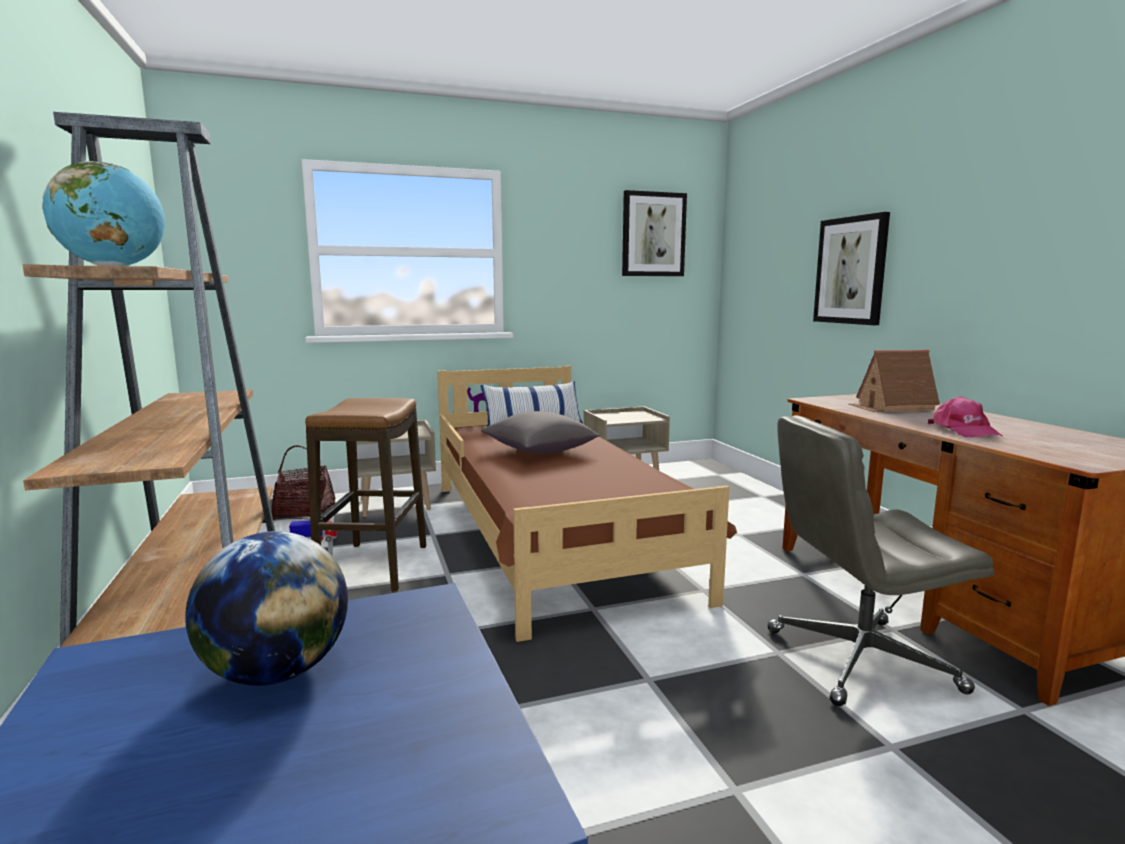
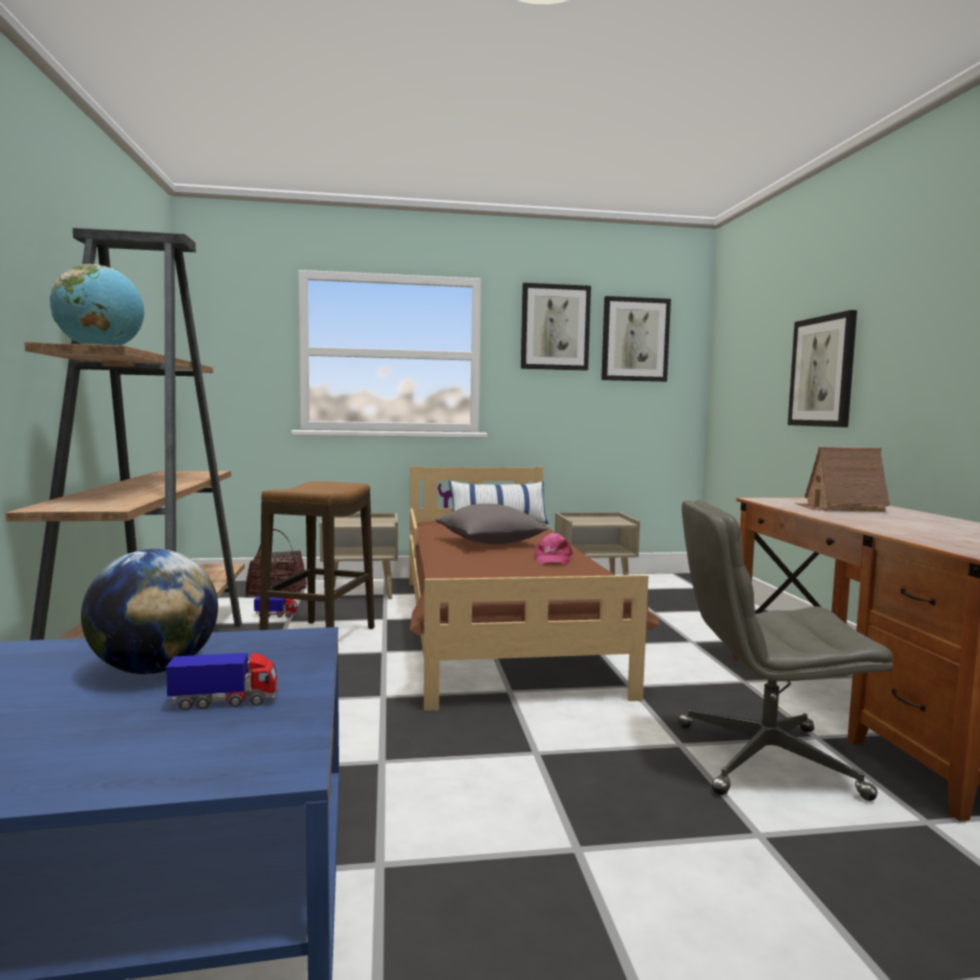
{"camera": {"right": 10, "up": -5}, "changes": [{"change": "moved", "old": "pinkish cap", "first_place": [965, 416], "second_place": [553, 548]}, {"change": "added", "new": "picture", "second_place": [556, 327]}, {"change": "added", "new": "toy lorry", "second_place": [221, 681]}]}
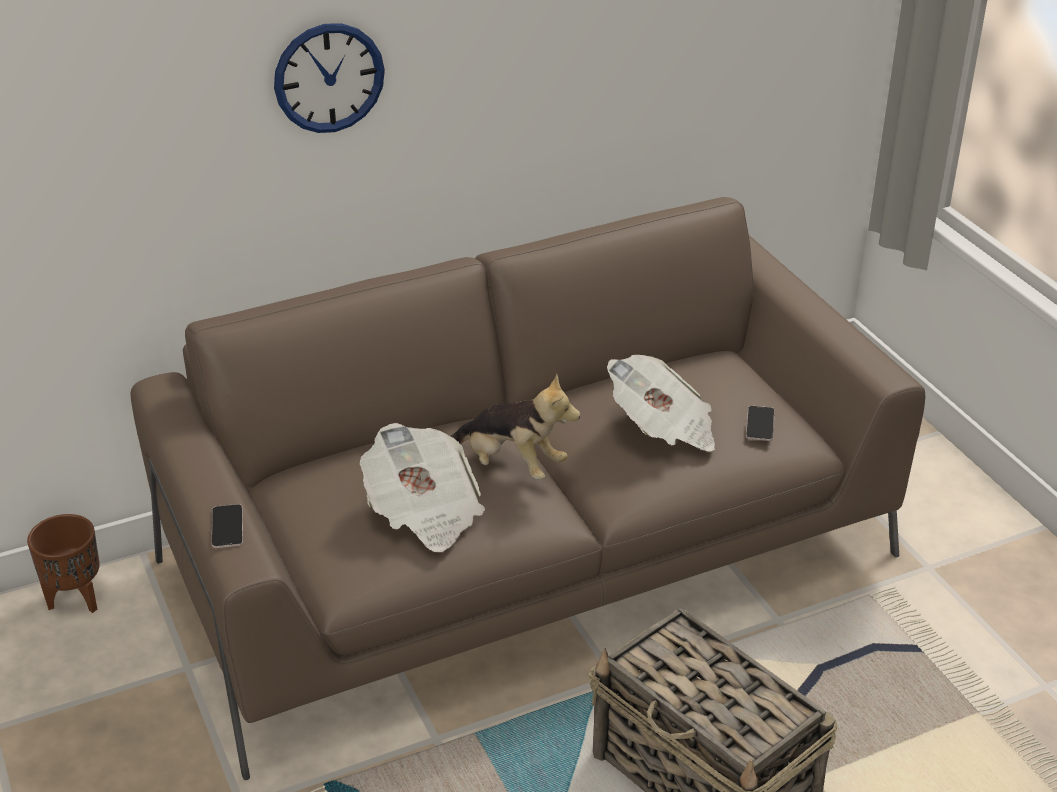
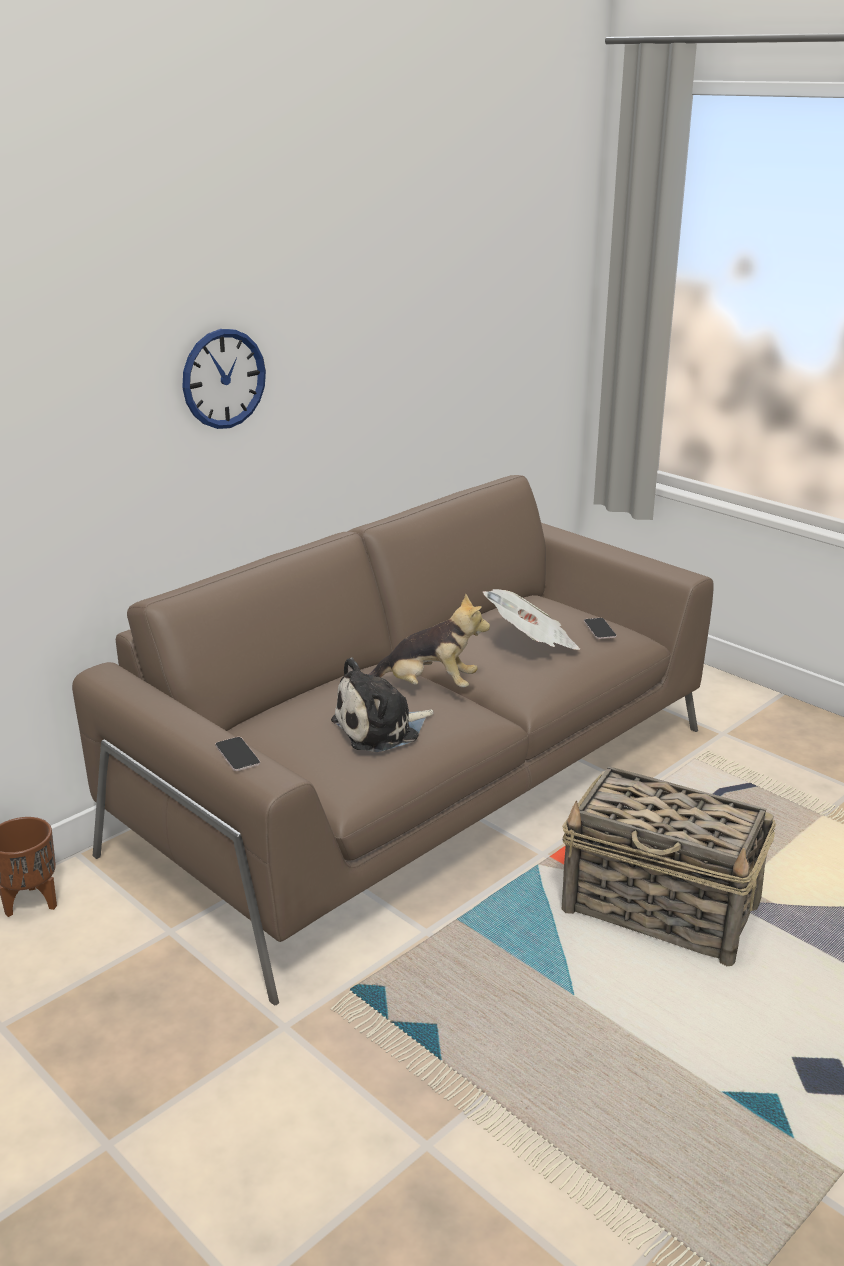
{"camera": {"right": -20, "up": -10}, "changes": [{"change": "replaced", "old": "daily paper", "new": "cuddly toy", "first_place": [422, 487], "second_place": [382, 704]}]}
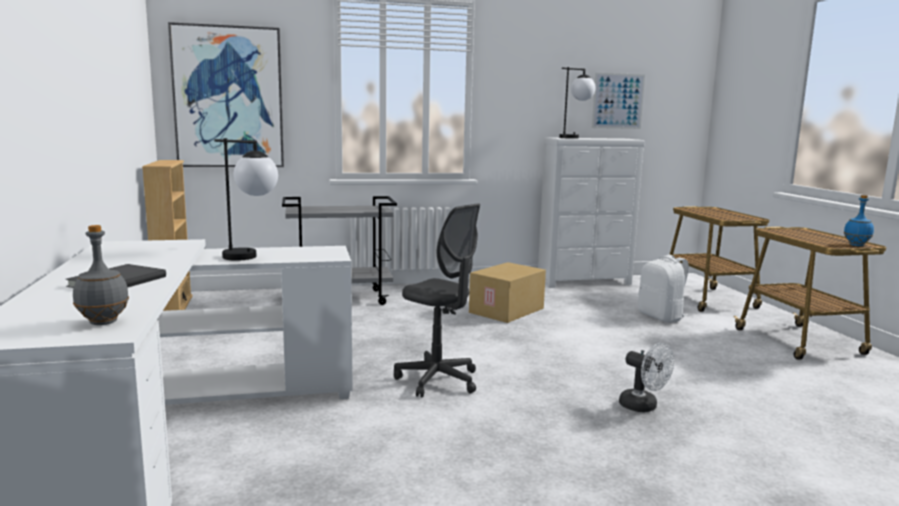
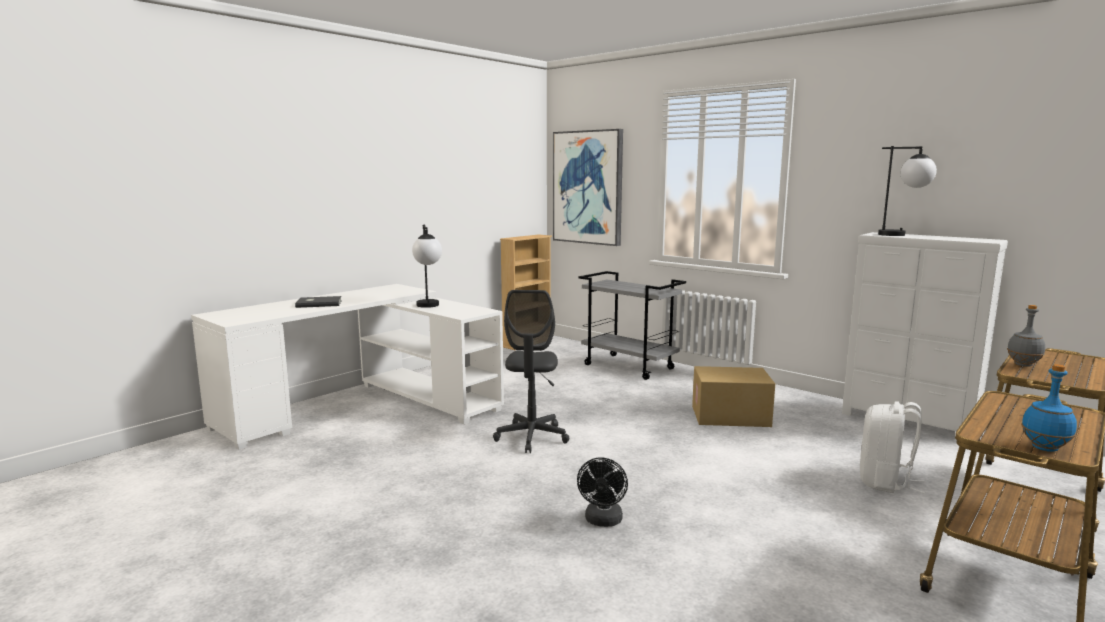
{"camera": {"right": 55, "up": 0}, "changes": [{"change": "removed", "old": "picture", "first_place": [618, 101]}, {"change": "moved", "old": "gray beverage bottle", "first_place": [101, 275], "second_place": [1026, 336]}, {"change": "recoloured", "old": "whitish cooling fan", "new": "blackish cooling fan", "first_place": [646, 377], "second_place": [602, 492]}]}
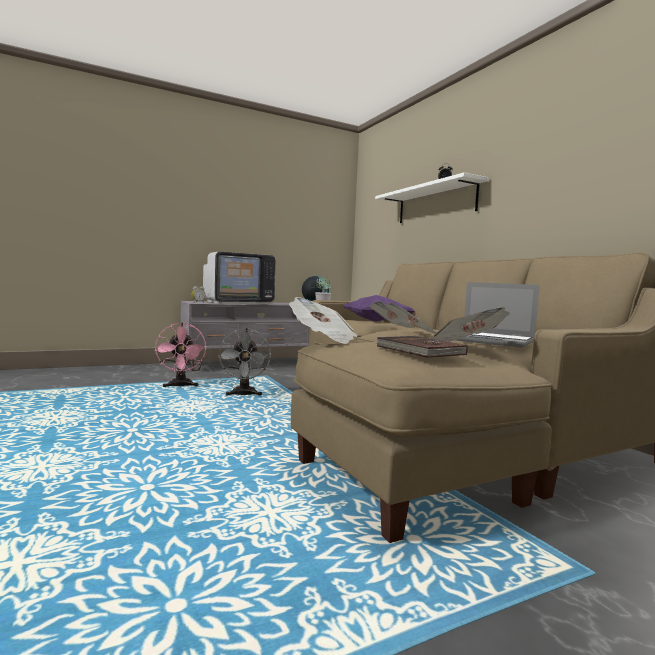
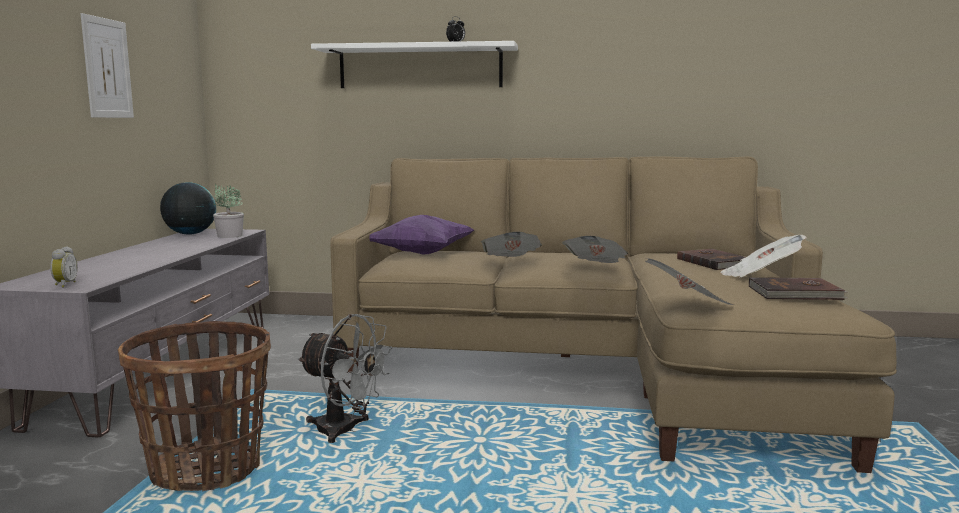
{"camera": {"right": -55, "up": 5}, "changes": [{"change": "removed", "old": "television", "first_place": [239, 278]}, {"change": "replaced", "old": "laptop", "new": "brownish bound book", "first_place": [497, 315], "second_place": [711, 259]}, {"change": "replaced", "old": "pinkish cooling fan", "new": "household basket", "first_place": [180, 355], "second_place": [194, 406]}, {"change": "added", "new": "picture", "second_place": [107, 65]}]}
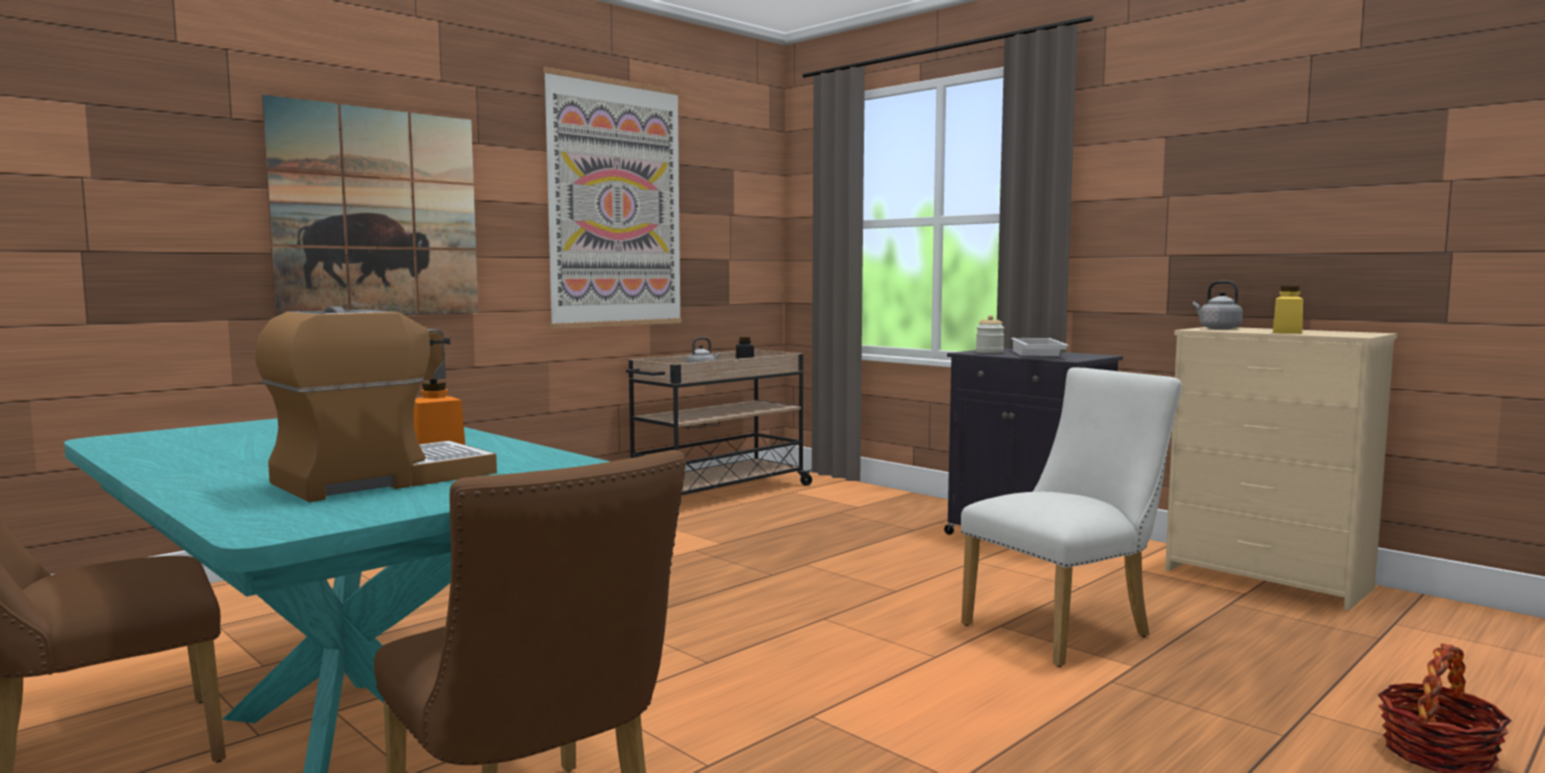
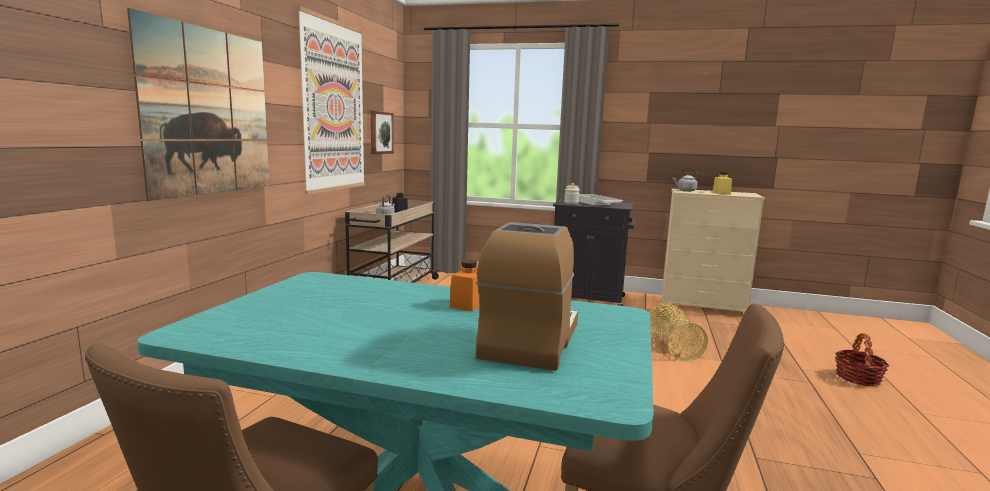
{"camera": {"right": -30, "up": 5}, "changes": [{"change": "replaced", "old": "whitish plain chair", "new": "household basket", "first_place": [1071, 517], "second_place": [678, 332]}, {"change": "added", "new": "picture", "second_place": [382, 132]}]}
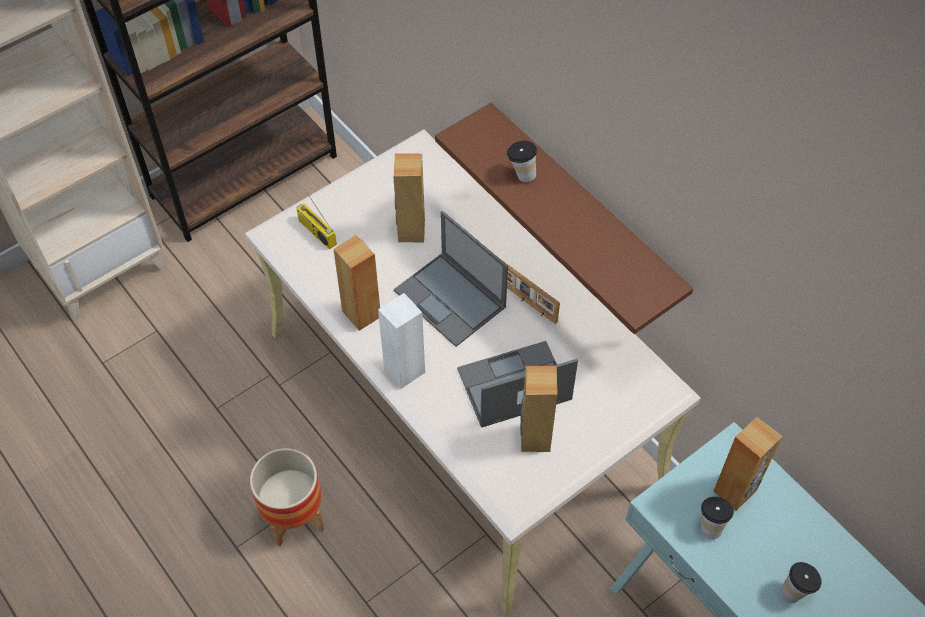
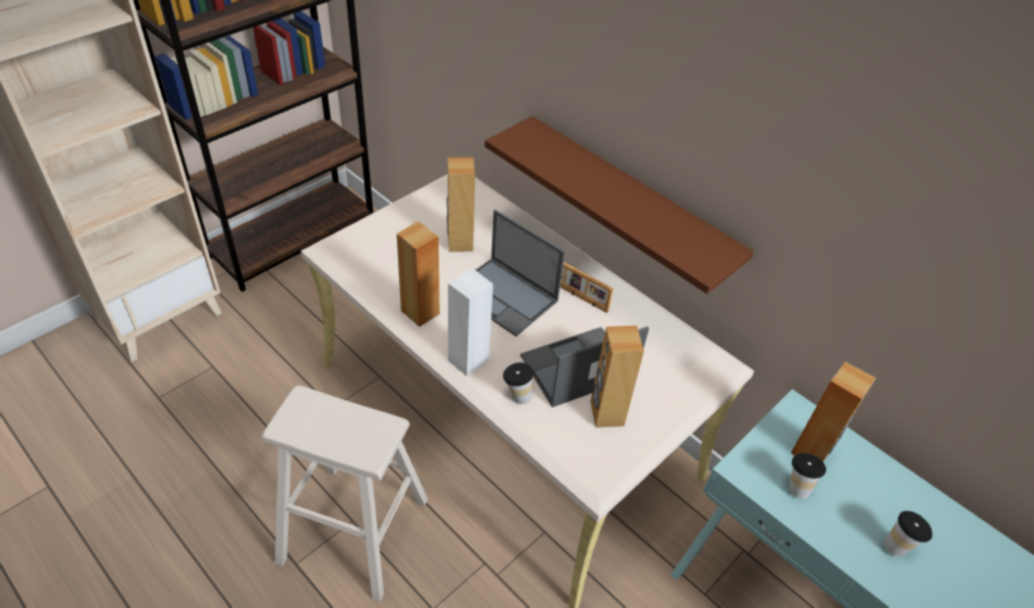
{"camera": {"right": -10, "up": -10}, "changes": [{"change": "moved", "old": "drinking cup", "first_place": [522, 161], "second_place": [518, 383]}, {"change": "removed", "old": "radio set", "first_place": [316, 219]}, {"change": "replaced", "old": "planter", "new": "sand-coloured sitting stool", "first_place": [287, 497], "second_place": [344, 493]}]}
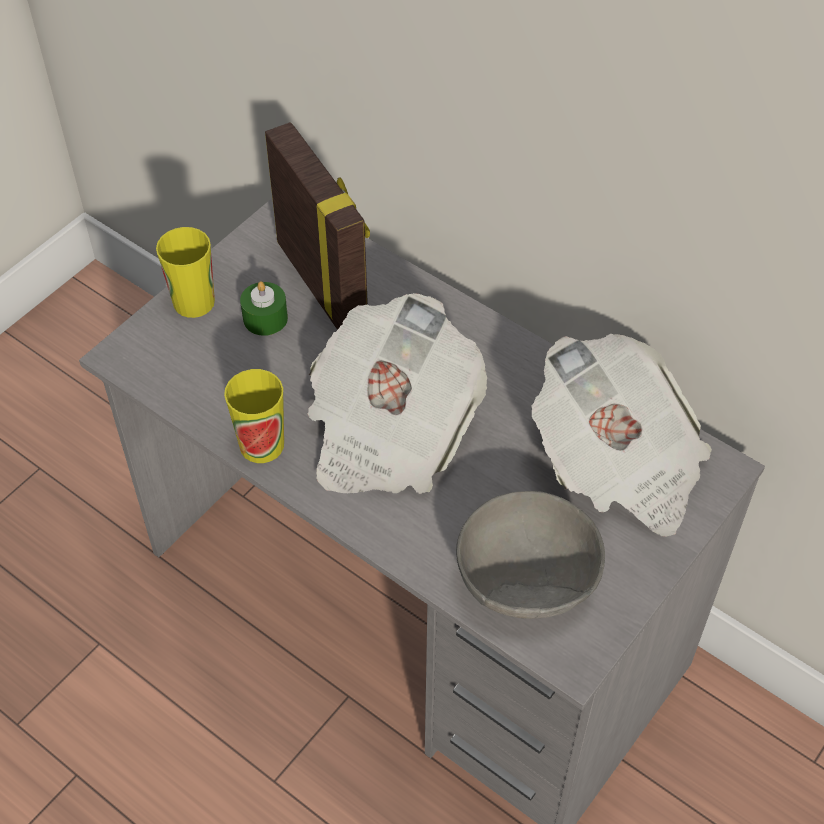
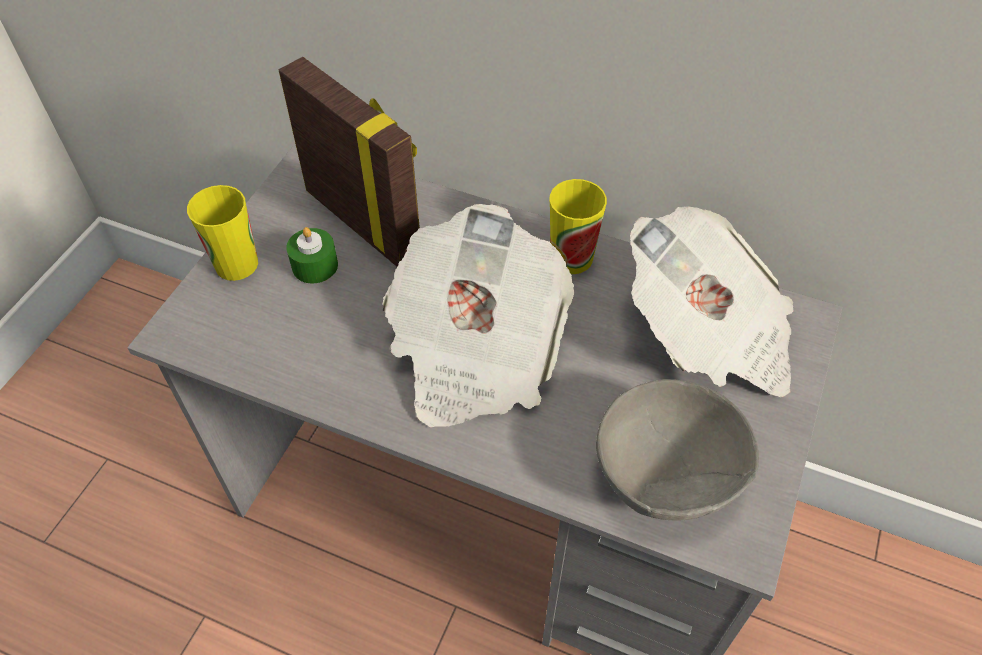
{"camera": {"right": -15, "up": 0}, "changes": [{"change": "moved", "old": "drinking cup", "first_place": [254, 416], "second_place": [578, 226]}]}
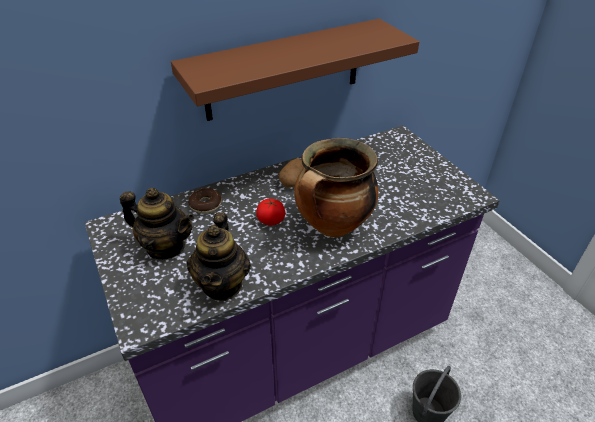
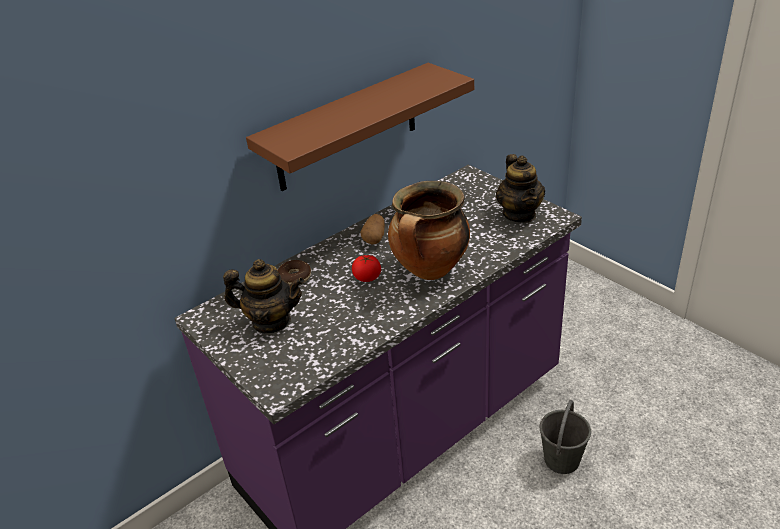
{"camera": {"right": -10, "up": -5}, "changes": [{"change": "moved", "old": "teapot", "first_place": [219, 256], "second_place": [520, 188]}]}
